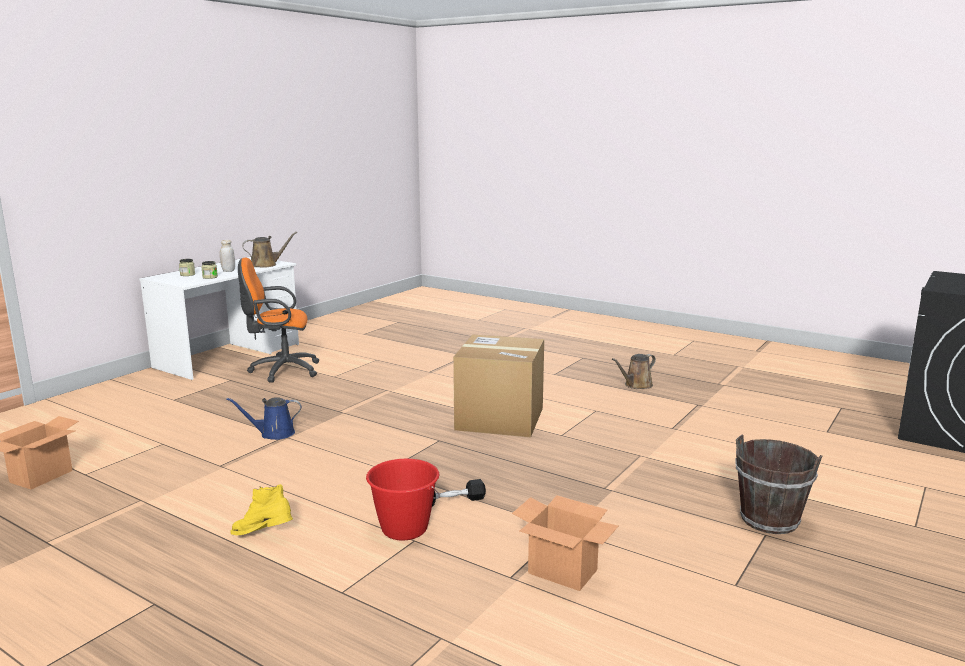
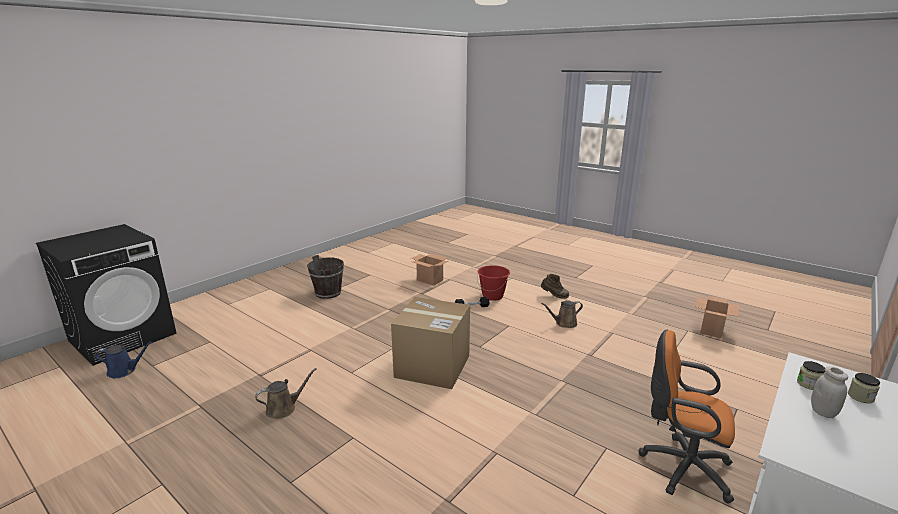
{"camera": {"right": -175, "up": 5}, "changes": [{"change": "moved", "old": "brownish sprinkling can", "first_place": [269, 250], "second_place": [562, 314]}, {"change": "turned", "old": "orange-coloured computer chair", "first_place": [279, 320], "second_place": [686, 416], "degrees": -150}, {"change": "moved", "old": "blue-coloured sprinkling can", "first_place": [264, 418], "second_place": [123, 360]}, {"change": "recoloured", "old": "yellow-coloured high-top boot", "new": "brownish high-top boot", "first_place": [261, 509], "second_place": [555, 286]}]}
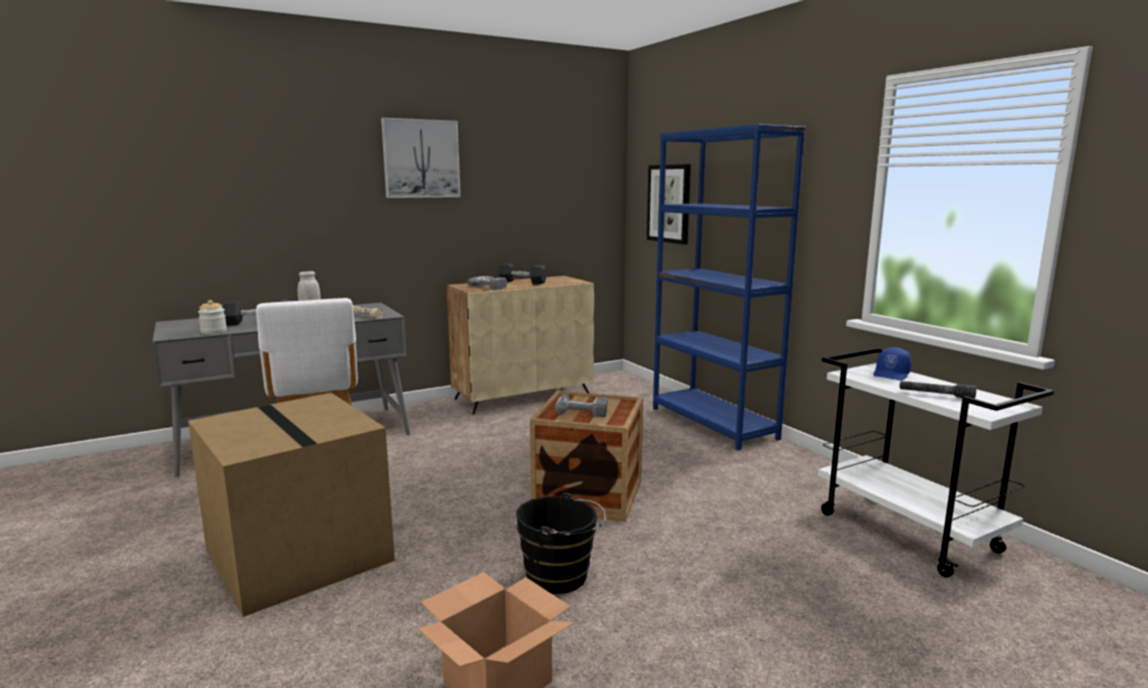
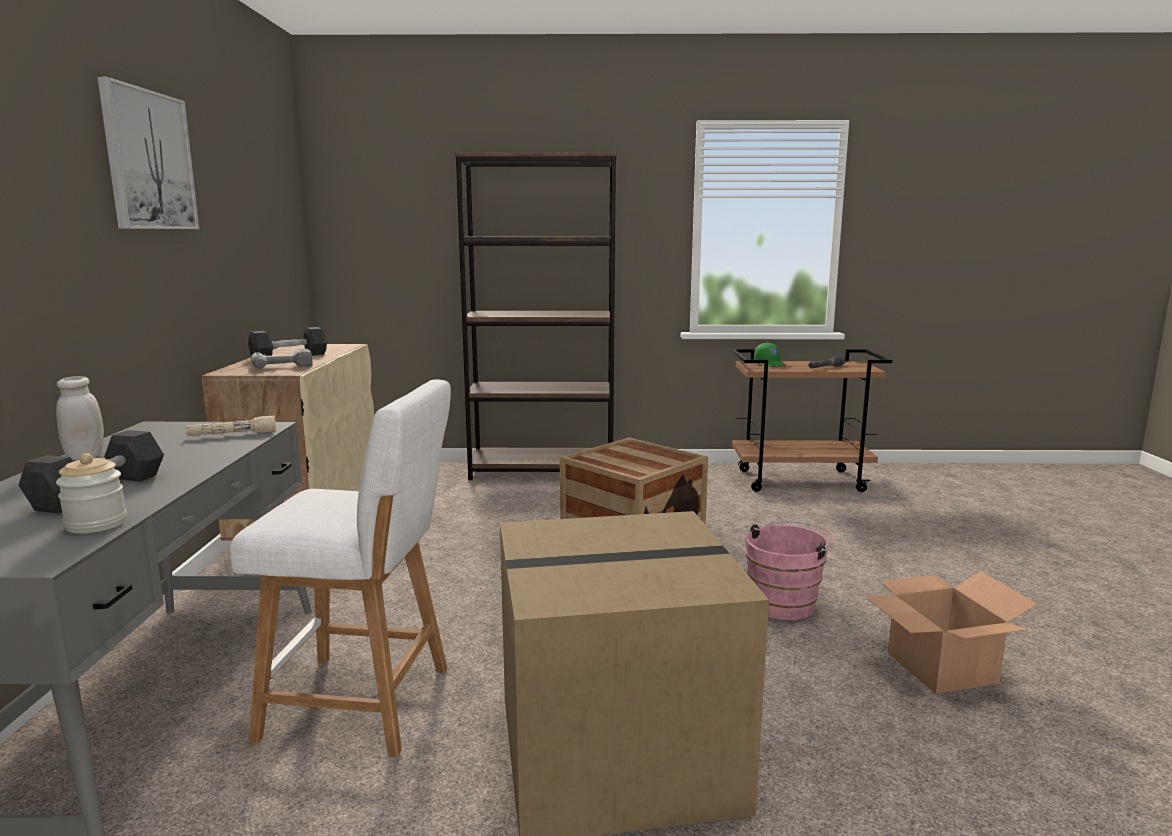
{"camera": {"right": -60, "up": 0}, "changes": [{"change": "recoloured", "old": "blue-coloured bookcase", "new": "brownish bookcase", "first_place": [729, 287], "second_place": [536, 316]}, {"change": "removed", "old": "picture", "first_place": [669, 204]}, {"change": "recoloured", "old": "blue-coloured cap", "new": "green-coloured cap", "first_place": [892, 363], "second_place": [770, 354]}, {"change": "recoloured", "old": "whitish wheeled cart", "new": "brownish wheeled cart", "first_place": [936, 463], "second_place": [812, 420]}, {"change": "removed", "old": "electric drill", "first_place": [581, 405]}, {"change": "recoloured", "old": "blackish water bucket", "new": "pinkish water bucket", "first_place": [561, 543], "second_place": [790, 570]}]}
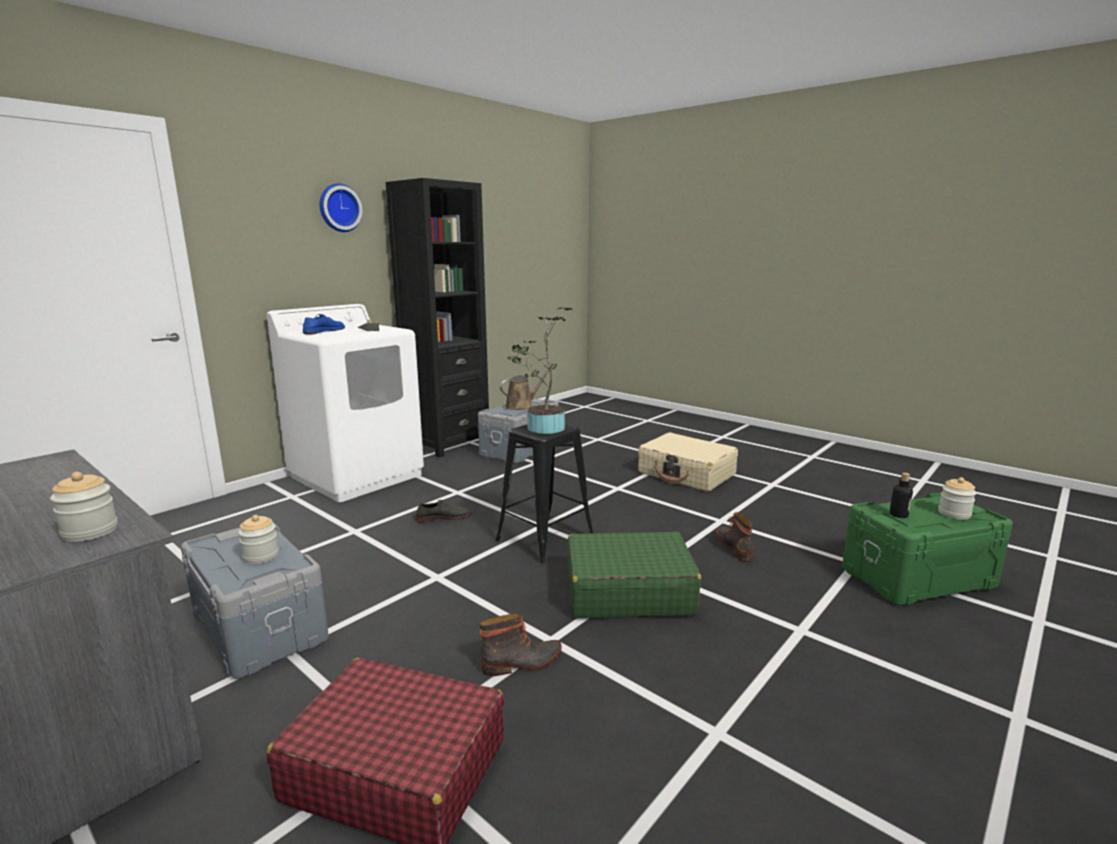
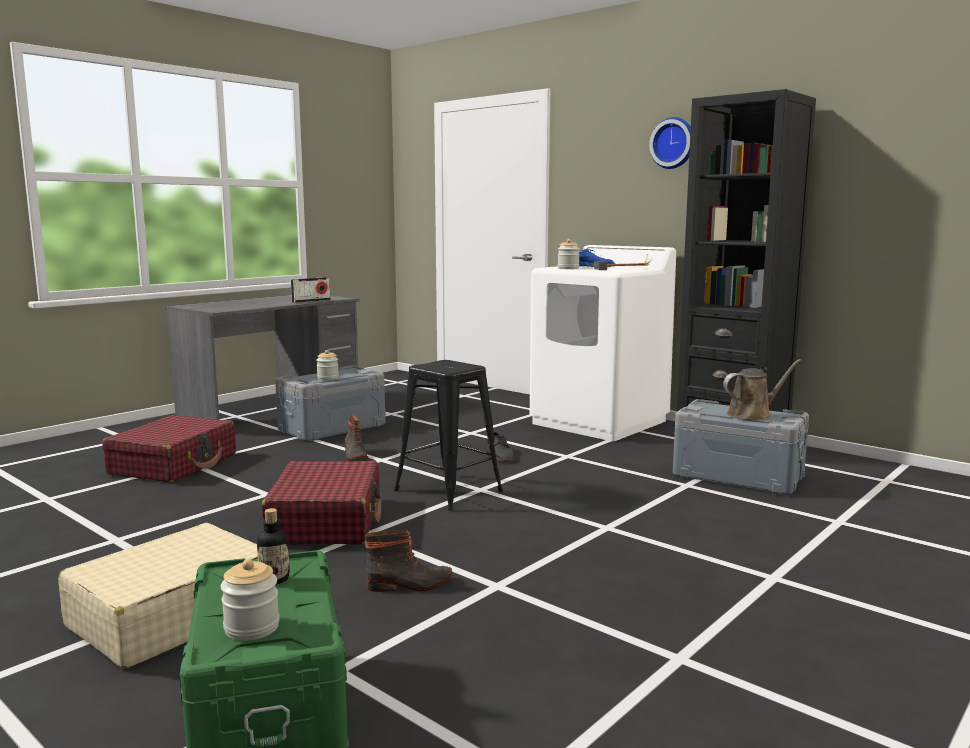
{"camera": {"right": 90, "up": -5}, "changes": [{"change": "removed", "old": "houseplant", "first_place": [540, 371]}, {"change": "turned", "old": "brownish sprinkling can", "first_place": [524, 390], "second_place": [762, 389], "degrees": -75}, {"change": "moved", "old": "sand-coloured travel case", "first_place": [688, 462], "second_place": [158, 596]}, {"change": "moved", "old": "jar", "first_place": [84, 507], "second_place": [569, 254]}, {"change": "recoloured", "old": "green-coloured travel case", "new": "red-coloured travel case", "first_place": [634, 574], "second_place": [321, 503]}, {"change": "moved", "old": "high-top boot", "first_place": [521, 644], "second_place": [356, 438]}, {"change": "added", "new": "radio set", "second_place": [311, 290]}]}
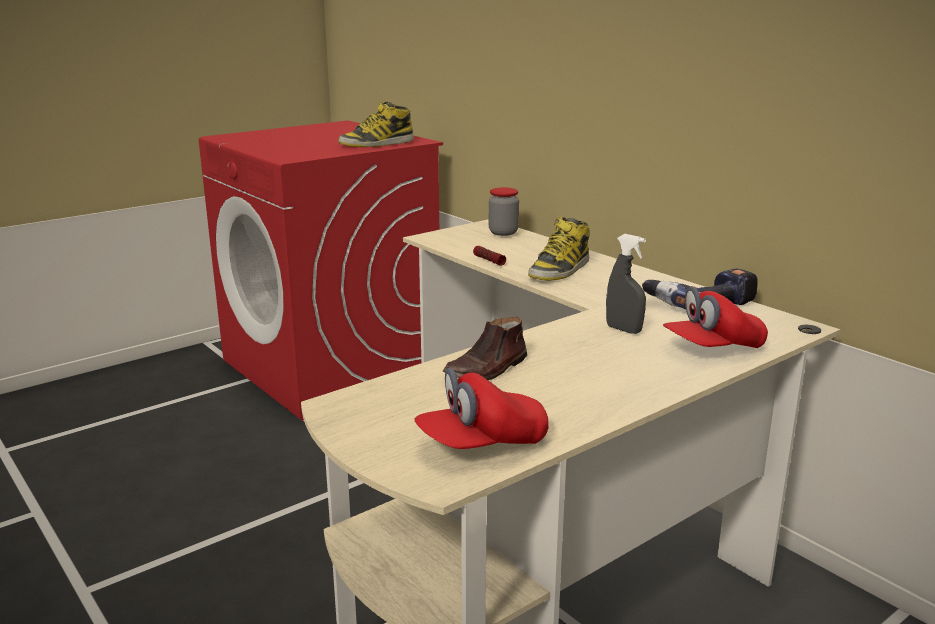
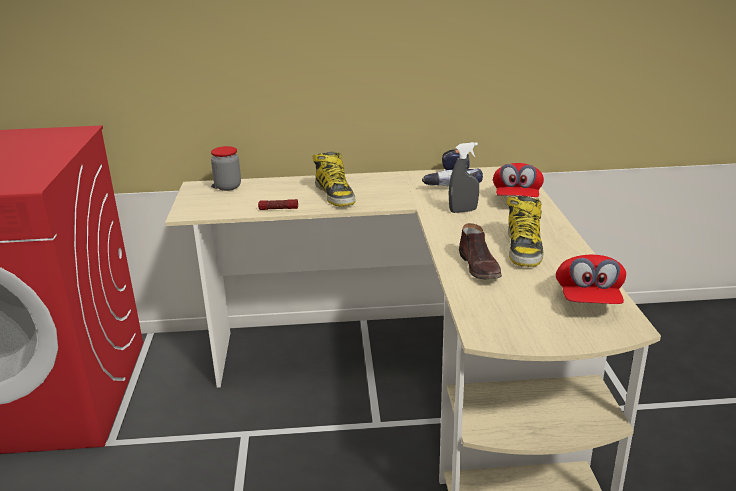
{"camera": {"right": -55, "up": 5}, "changes": [{"change": "moved", "old": "high-top boot", "first_place": [376, 124], "second_place": [525, 231]}]}
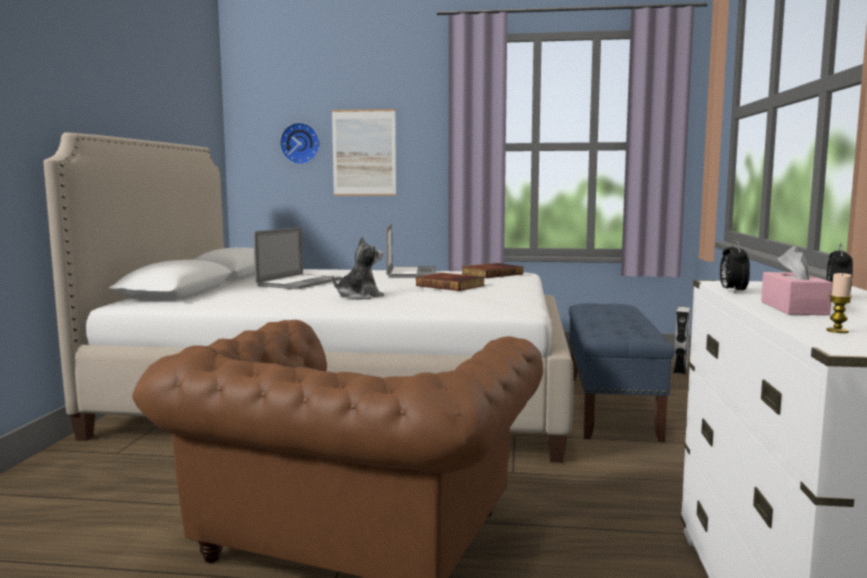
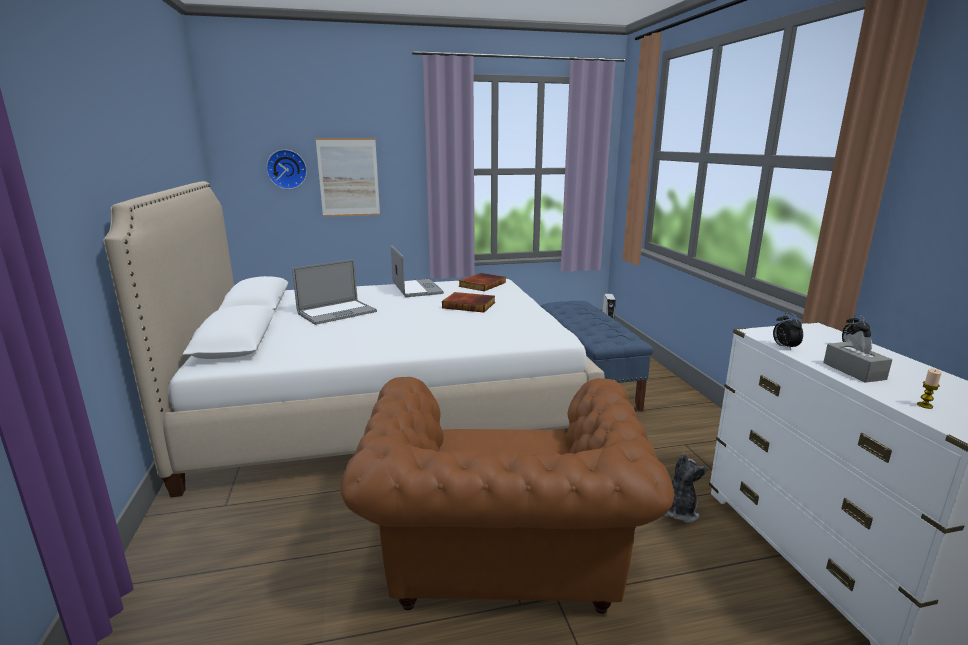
{"camera": {"right": -20, "up": 10}, "changes": [{"change": "turned", "old": "laptop", "first_place": [297, 258], "second_place": [334, 292], "degrees": 45}, {"change": "moved", "old": "cuddly toy", "first_place": [358, 268], "second_place": [686, 488]}, {"change": "recoloured", "old": "pinkish tissue box", "new": "gray tissue box", "first_place": [797, 280], "second_place": [857, 357]}]}
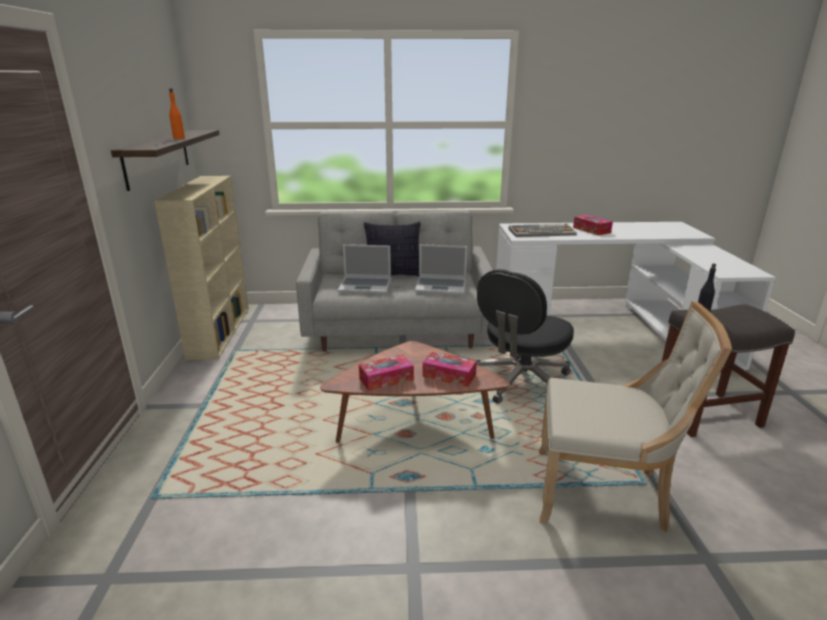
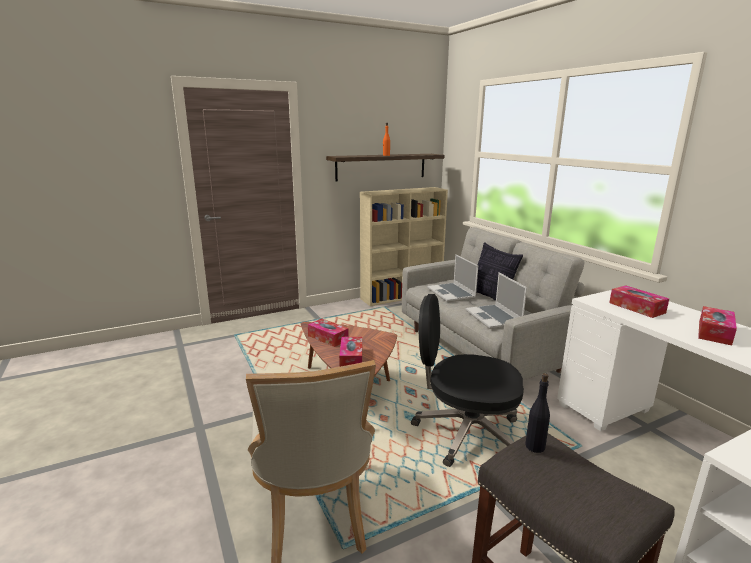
{"camera": {"right": 65, "up": -5}, "changes": [{"change": "replaced", "old": "PC keyboard", "new": "tissue box", "first_place": [542, 230], "second_place": [639, 301]}]}
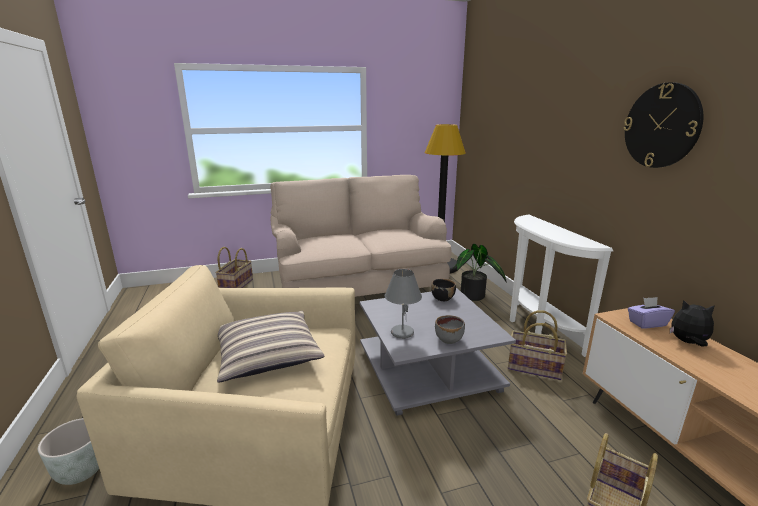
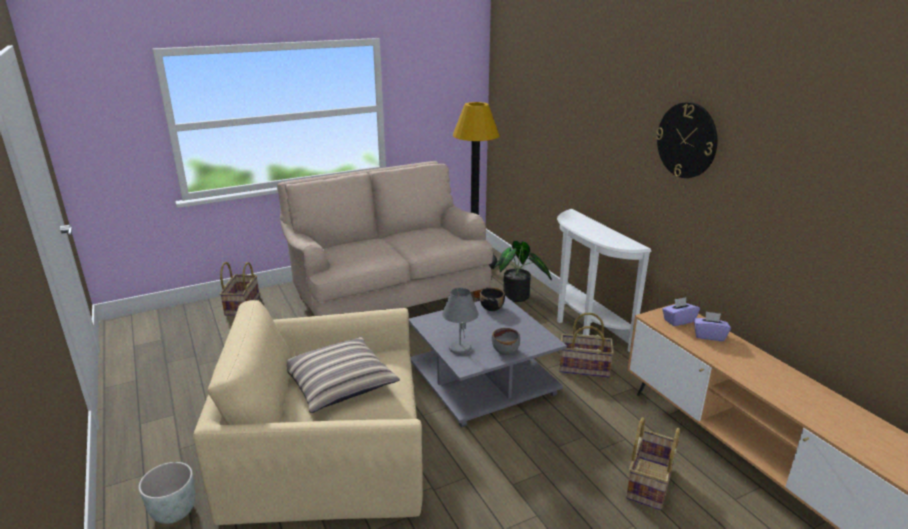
{"camera": {"right": -10, "up": 5}, "changes": [{"change": "replaced", "old": "cuddly toy", "new": "purplish tissue box", "first_place": [692, 323], "second_place": [712, 326]}]}
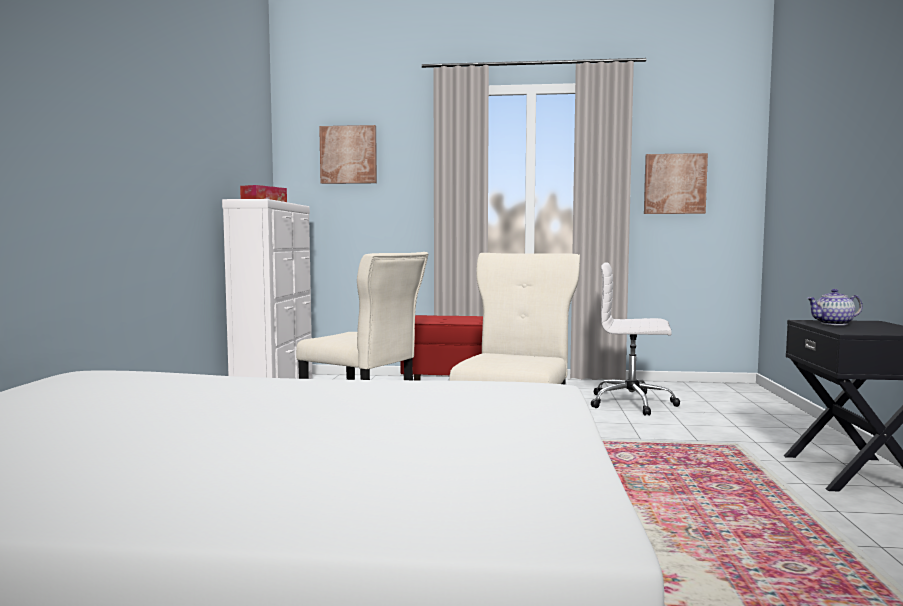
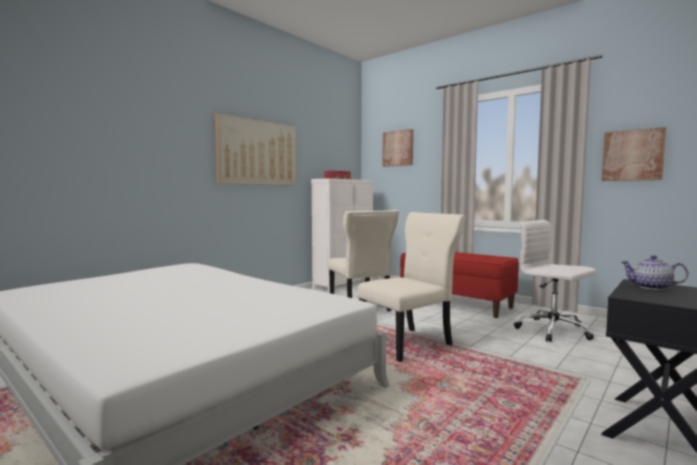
{"camera": {"right": 35, "up": 0}, "changes": [{"change": "added", "new": "picture", "second_place": [256, 149]}]}
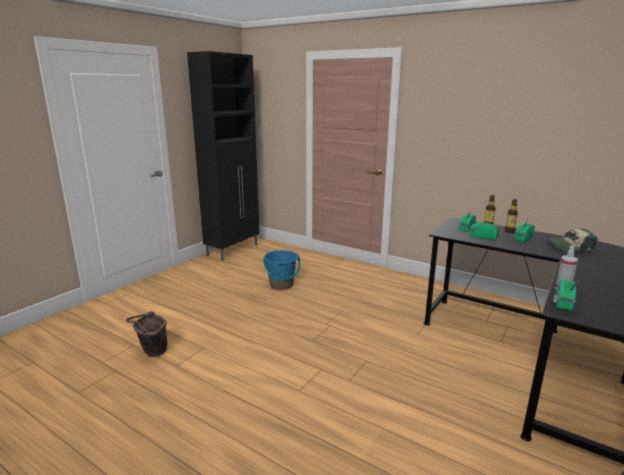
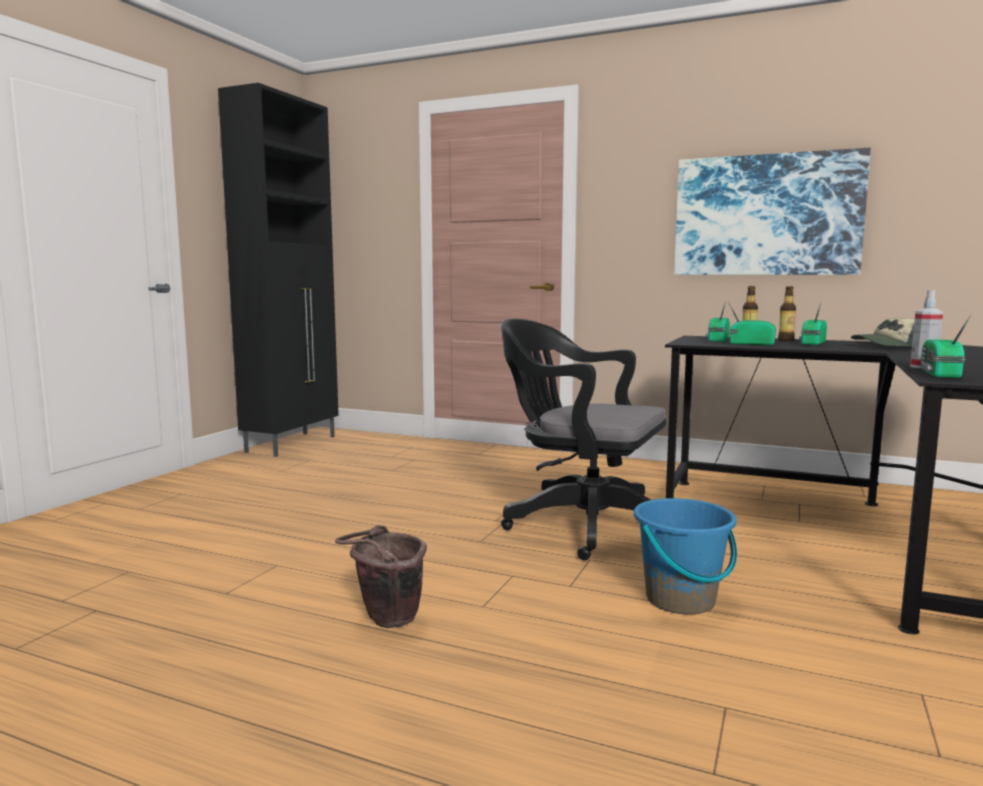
{"camera": {"right": -10, "up": -10}, "changes": [{"change": "moved", "old": "blue-coloured water bucket", "first_place": [282, 270], "second_place": [685, 556]}, {"change": "moved", "old": "brownish water bucket", "first_place": [146, 334], "second_place": [381, 576]}, {"change": "added", "new": "picture", "second_place": [772, 211]}, {"change": "added", "new": "blackish computer chair", "second_place": [583, 439]}]}
